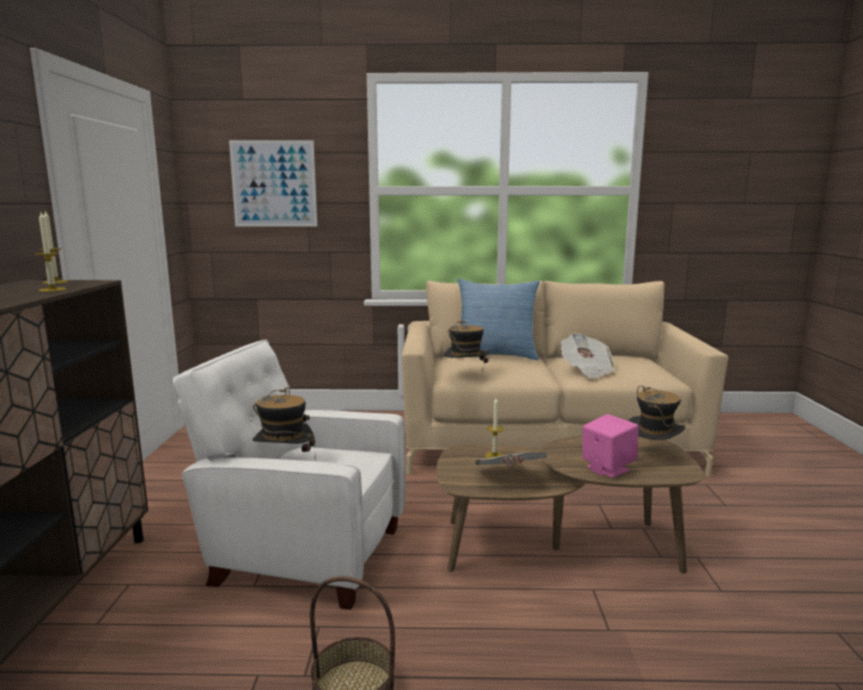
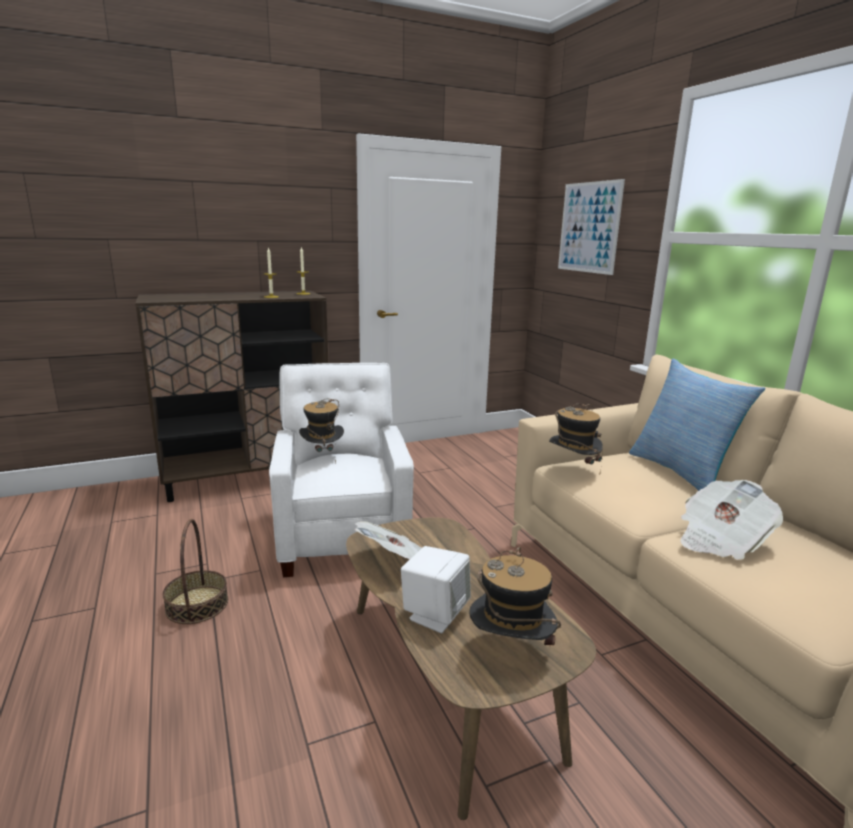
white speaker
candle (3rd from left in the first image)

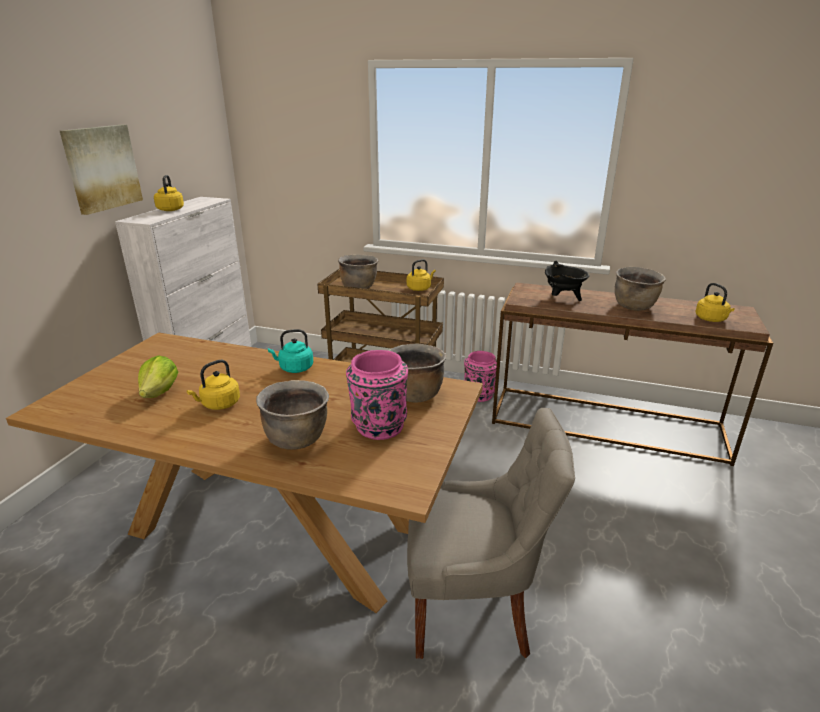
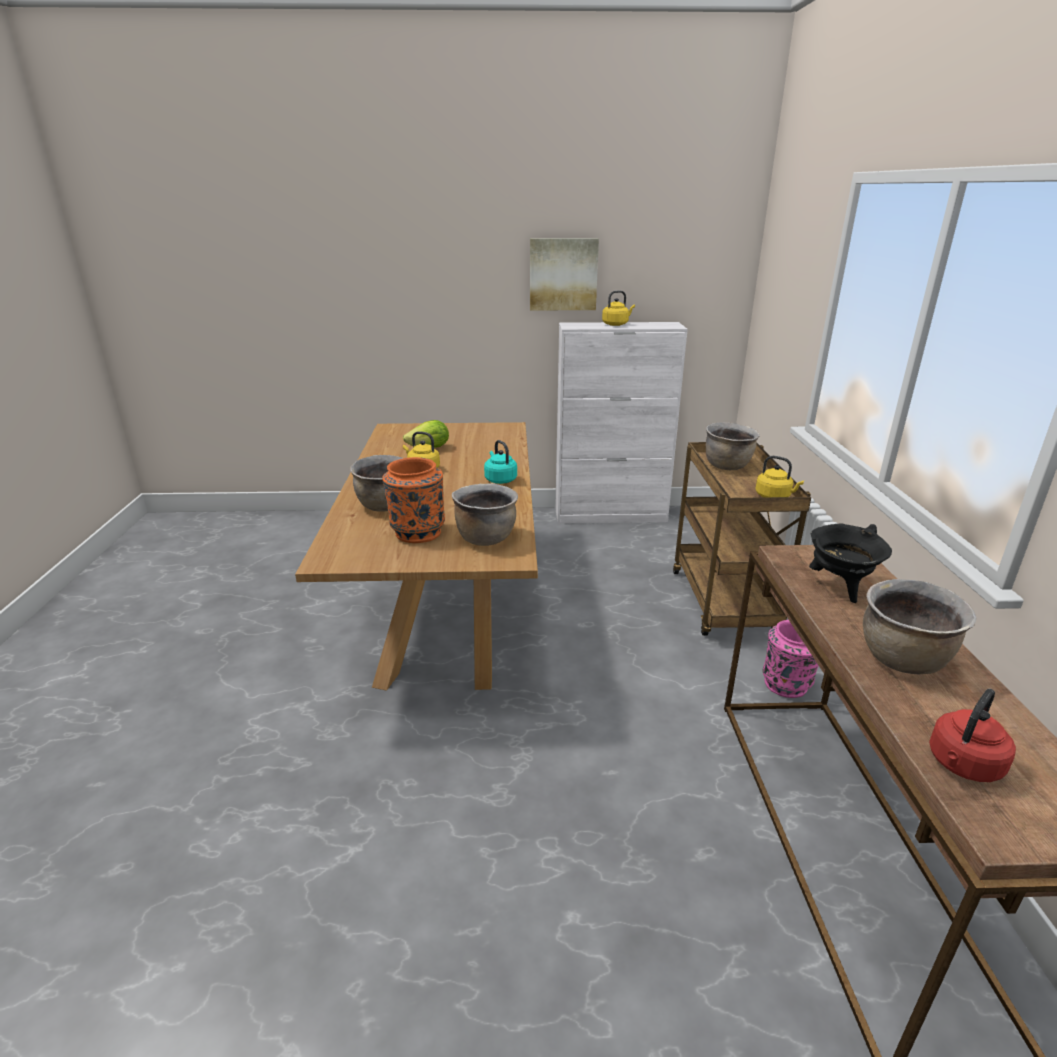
orange vase
red kettle
grey chair

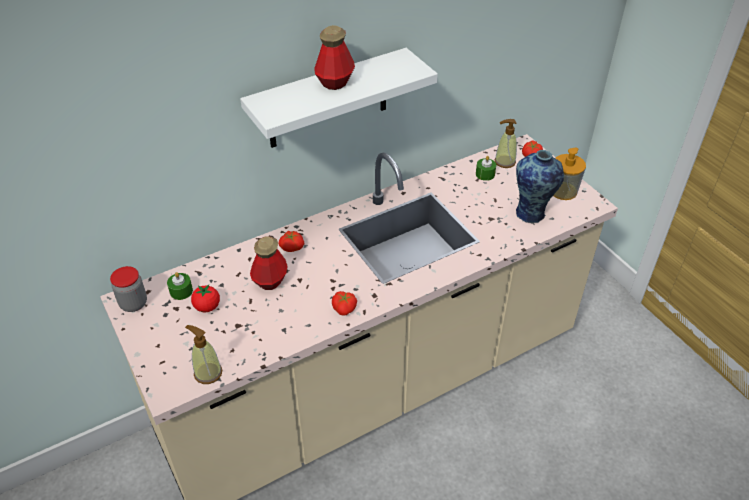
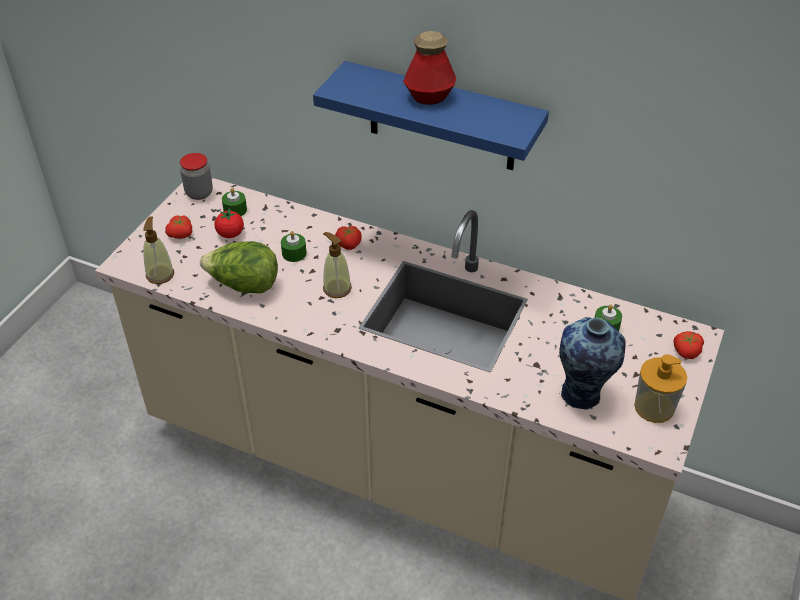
tomato (1st from left)
lettuce
green candle (2nd from left)
blue shelf
soap dispenser (2nd from left)

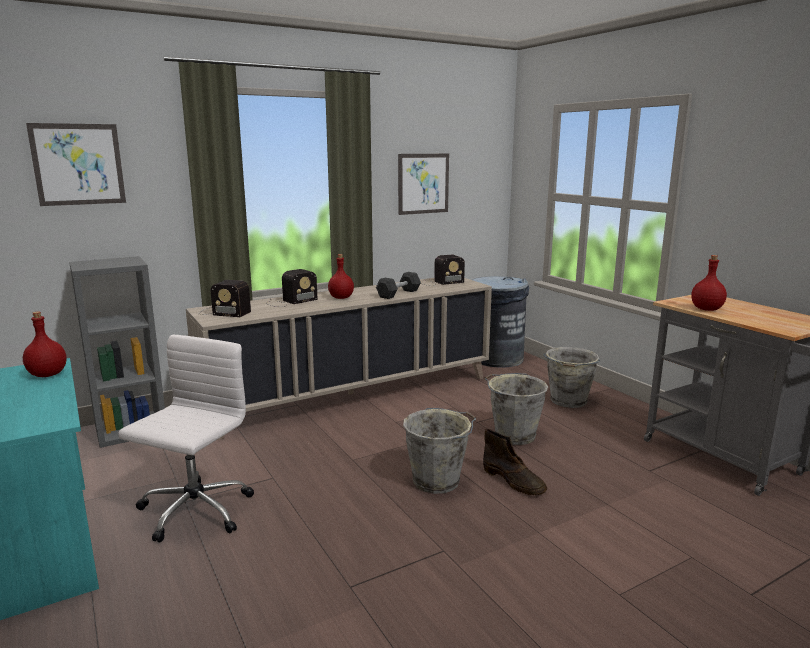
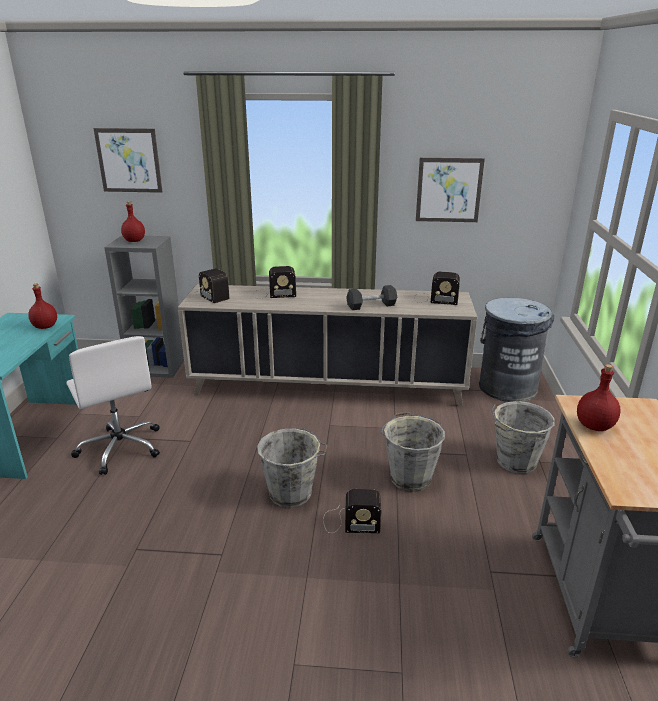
white office chair
red bottle (2nd from left)
radio (3rd from left)

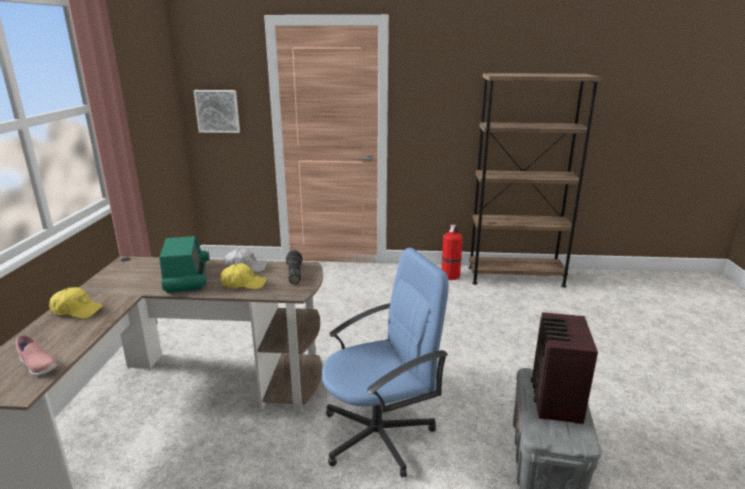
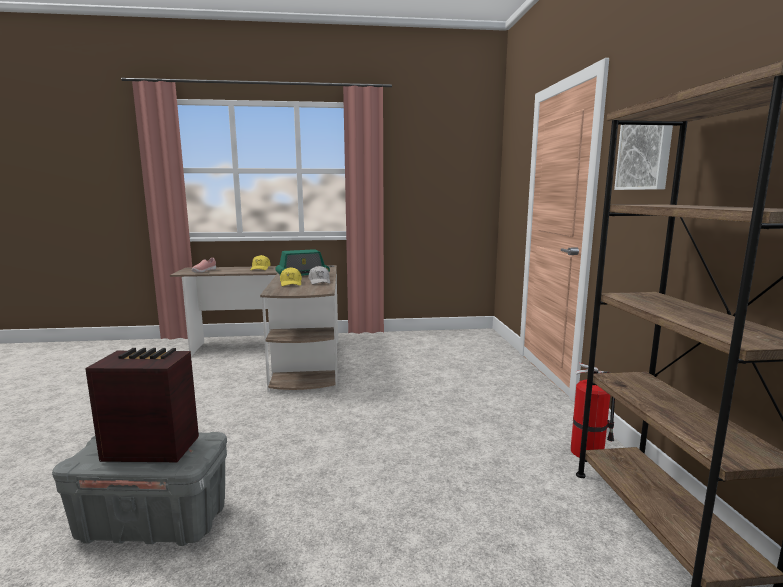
picture
flashlight
blue office chair

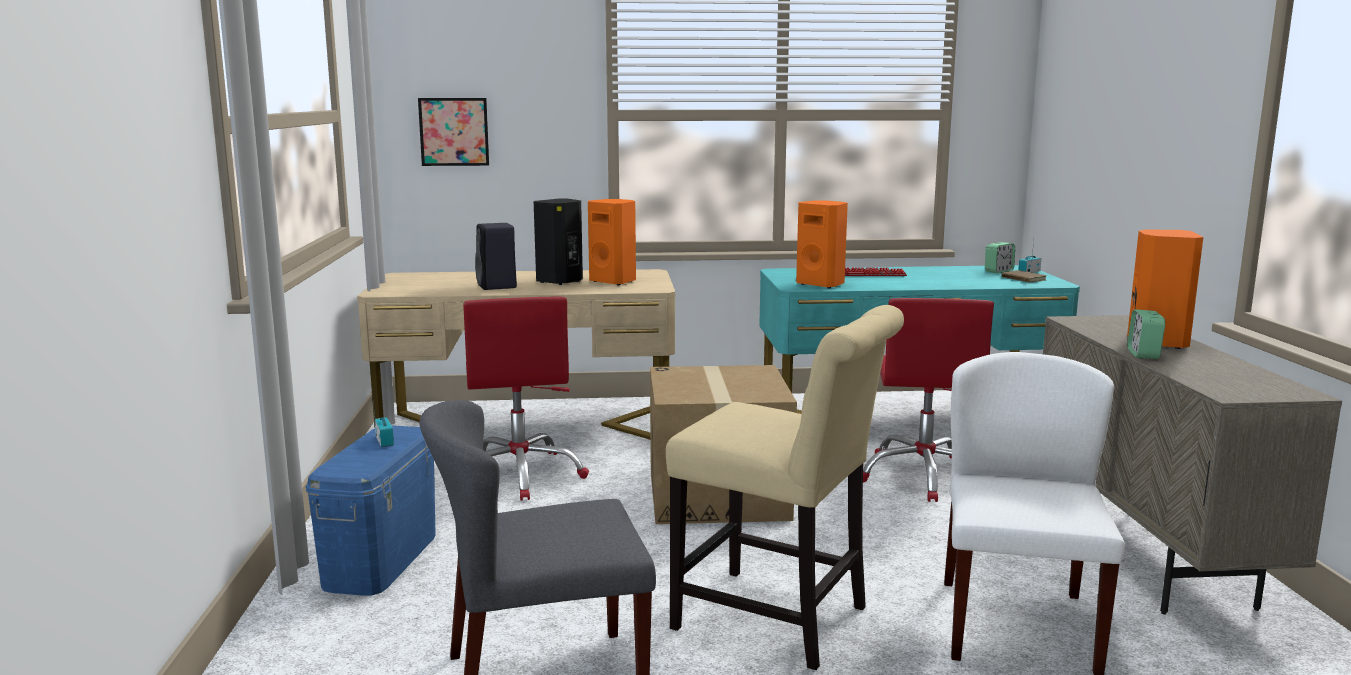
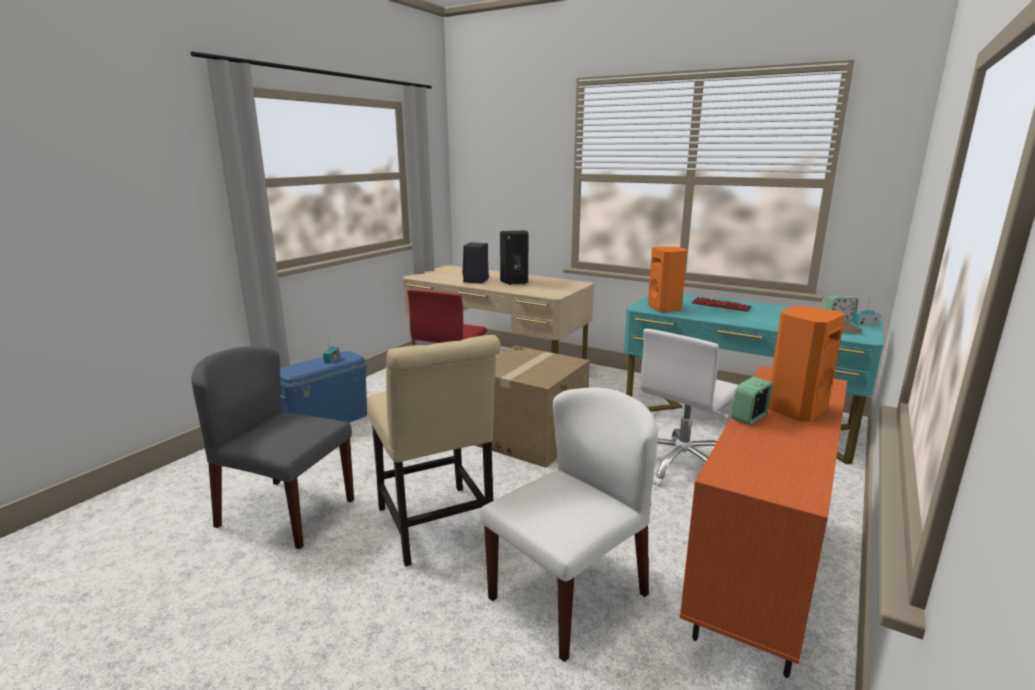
white office chair
orange cabinet
picture
orange speaker (1st from left in the first image)

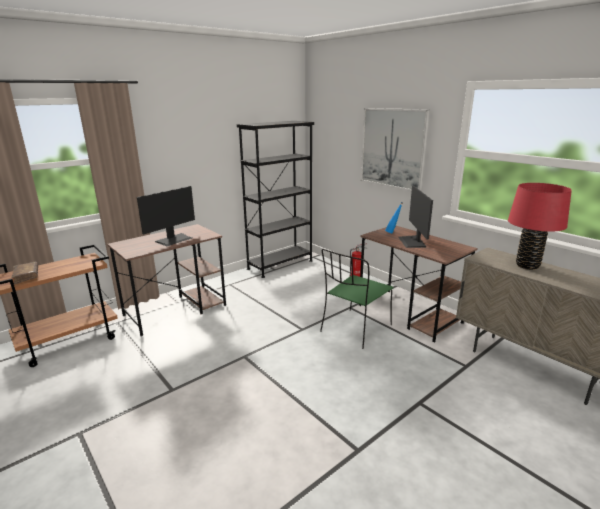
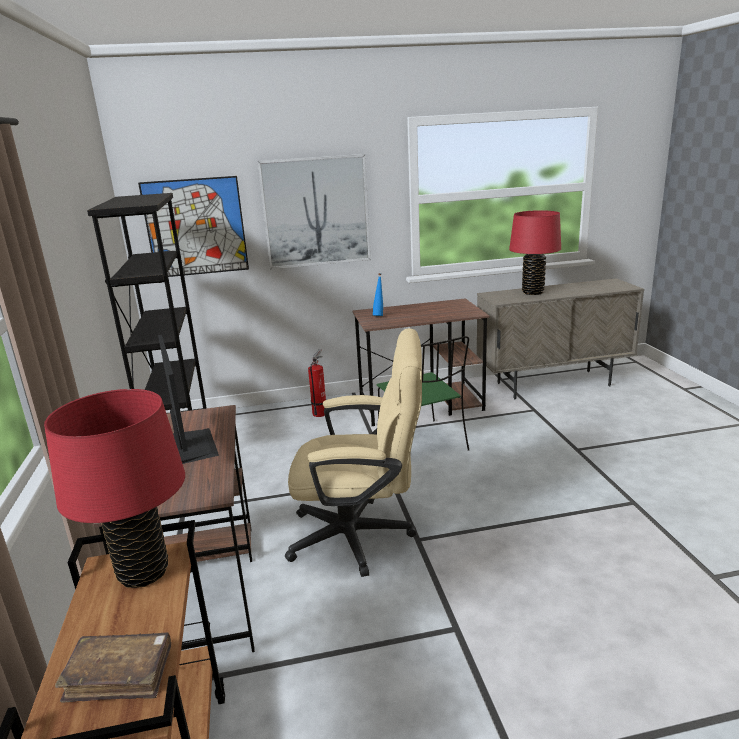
red table lamp (1st from left)
picture (1st from left)
beige office chair
monitor (2nd from left in the first image)

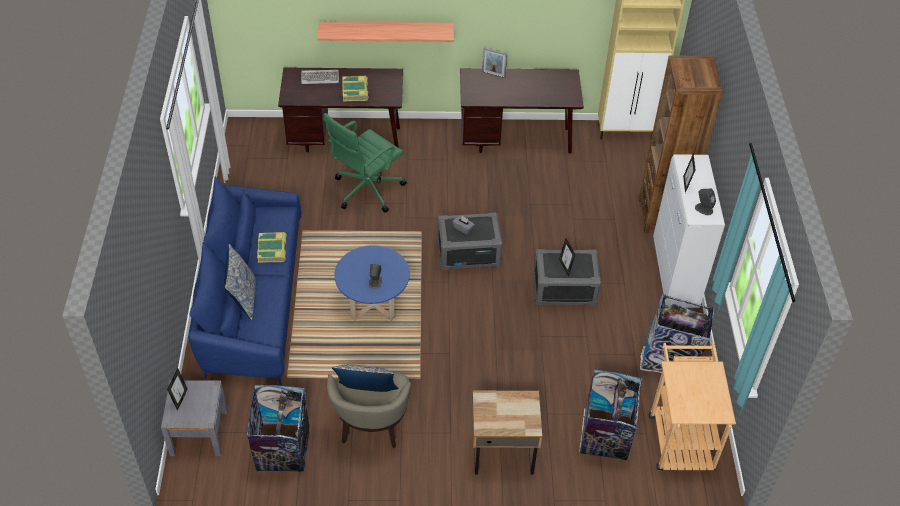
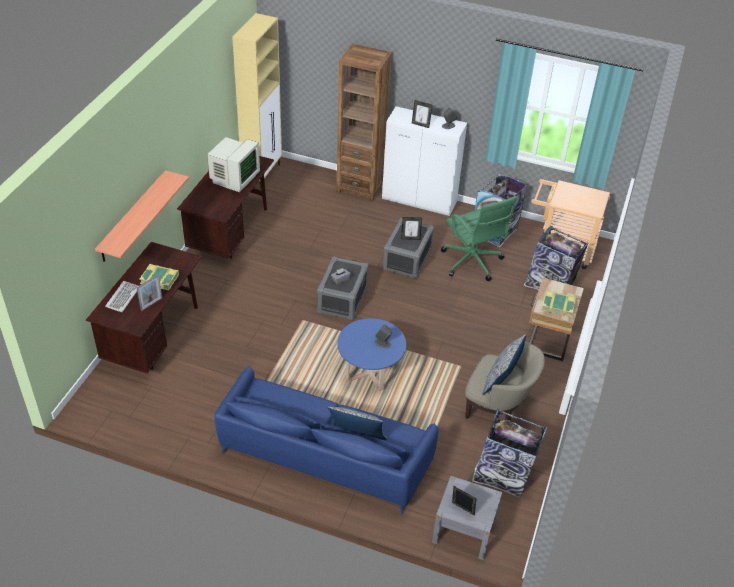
picture frame (1st from left)
monitor
green office chair
book (2nd from left)

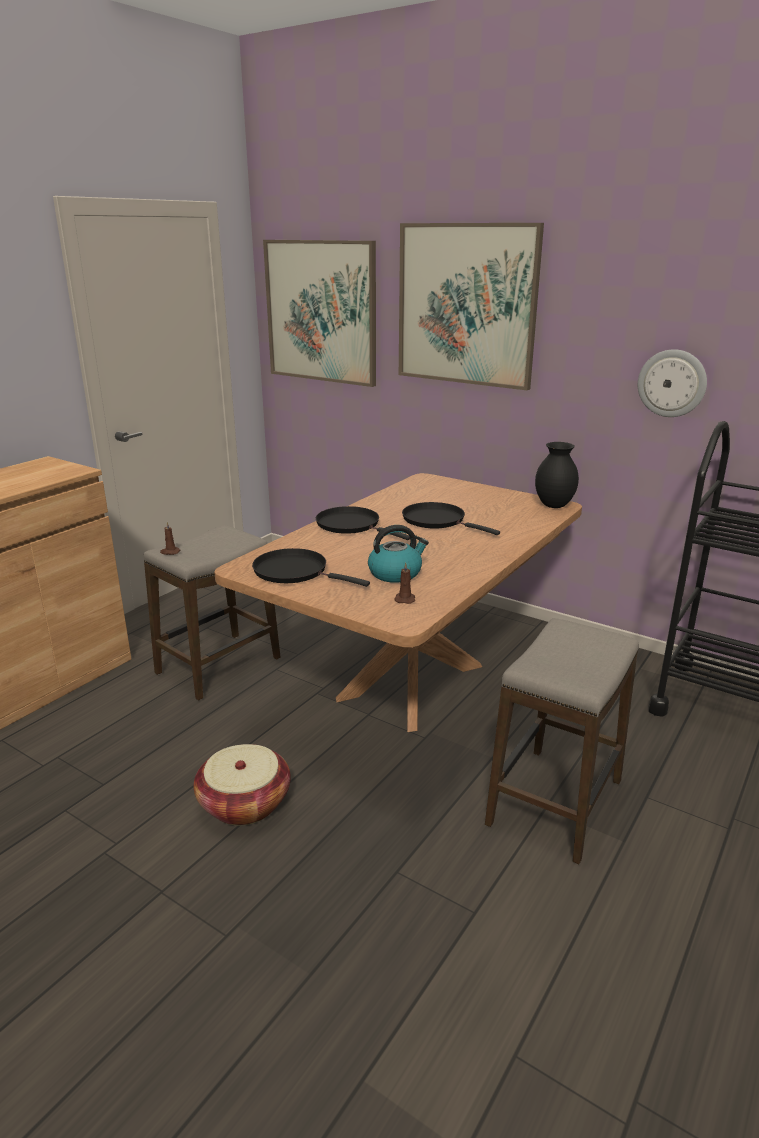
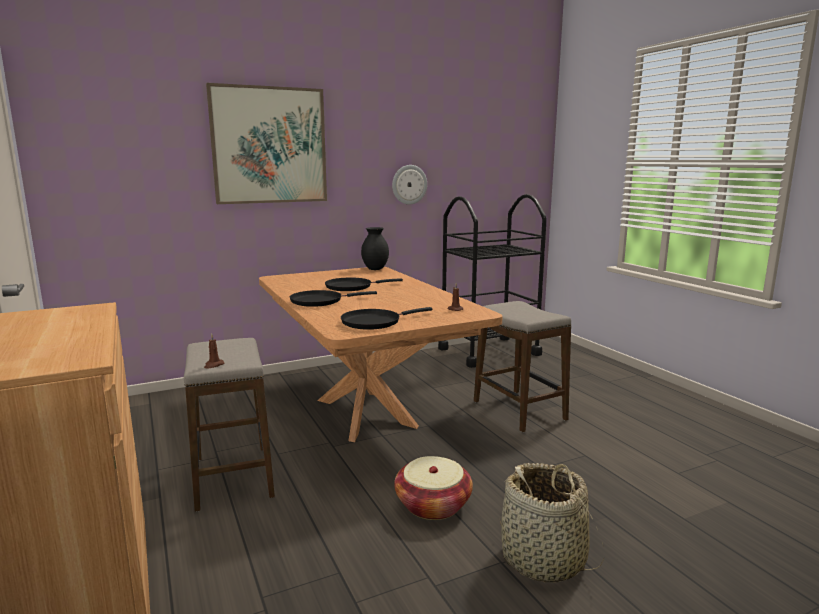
basket (2nd from left)
picture (1st from left in the first image)
kettle

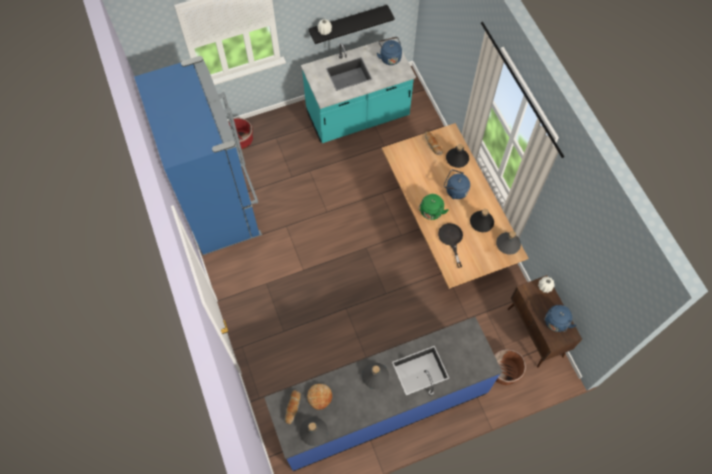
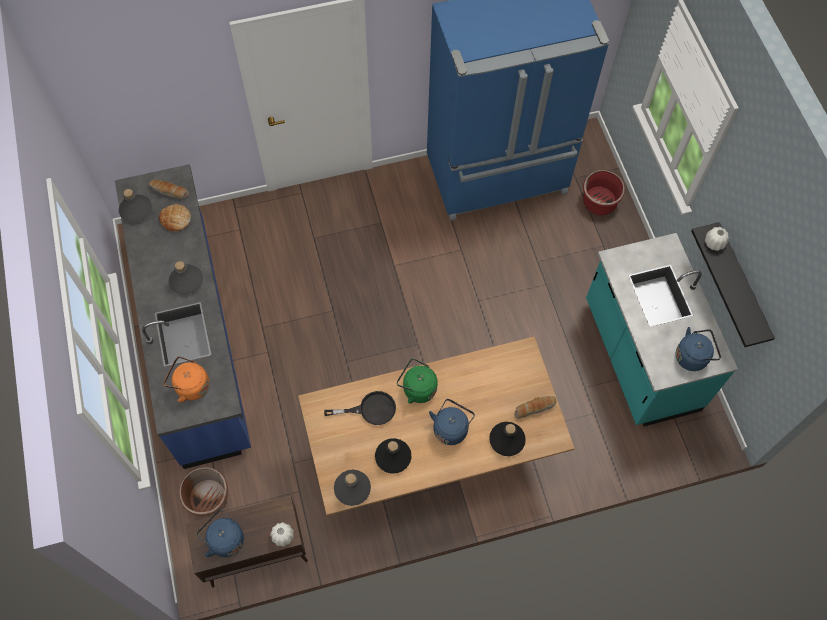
orange kettle

